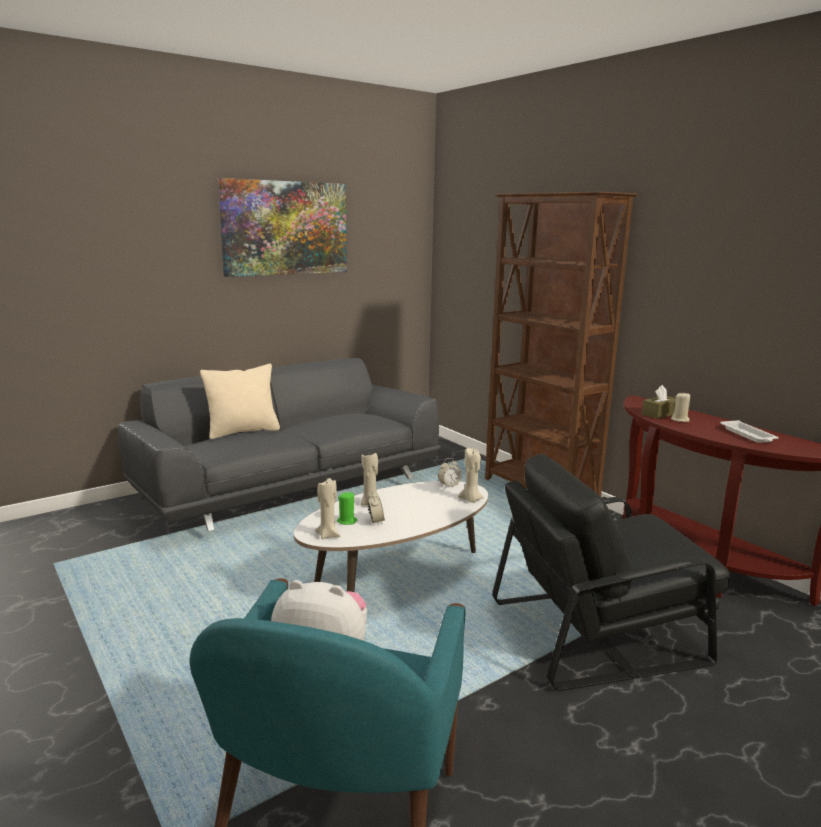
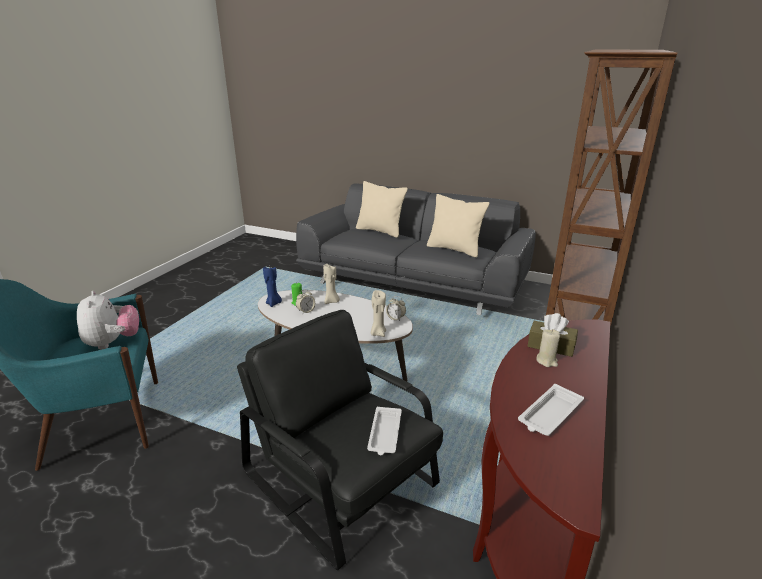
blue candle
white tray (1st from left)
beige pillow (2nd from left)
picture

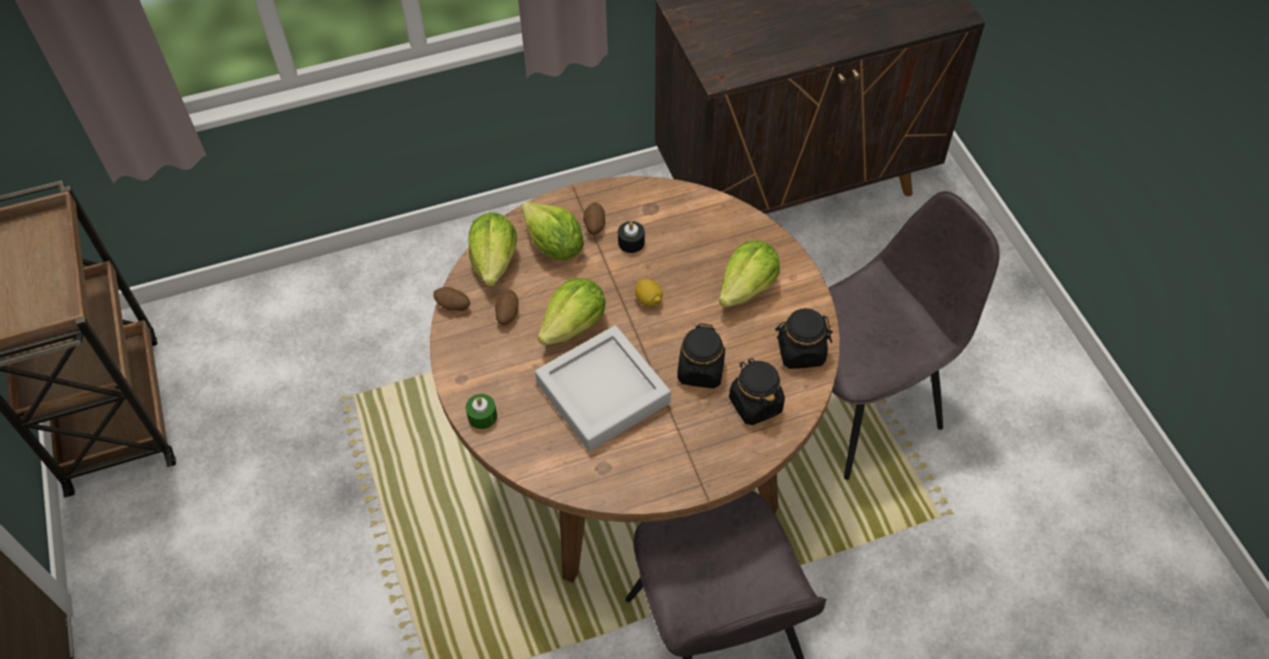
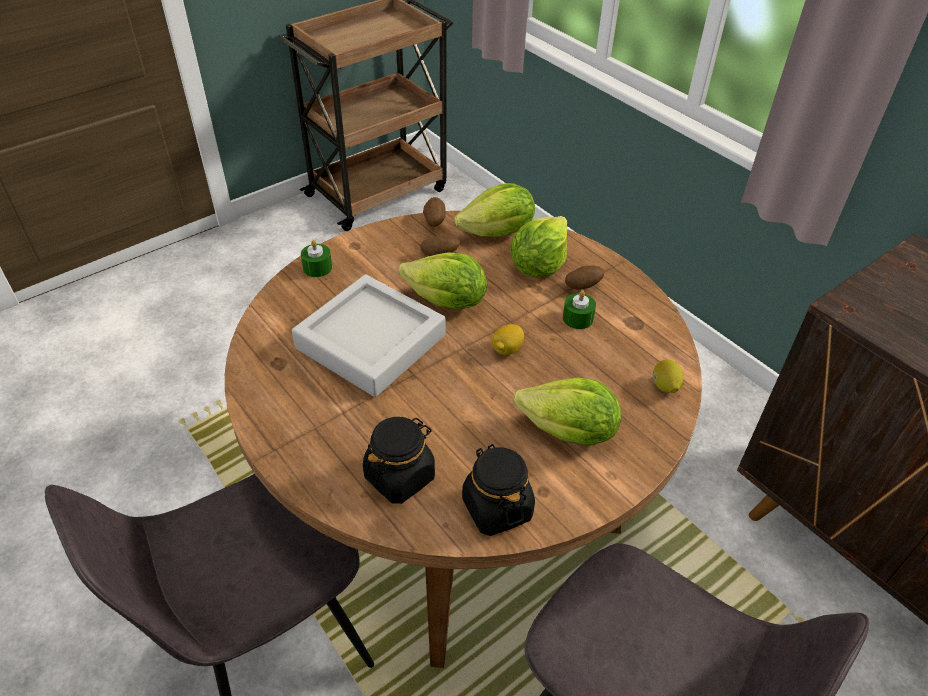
green candle (2nd from left)
lemon (2nd from left)
black jar (1st from left in the first image)

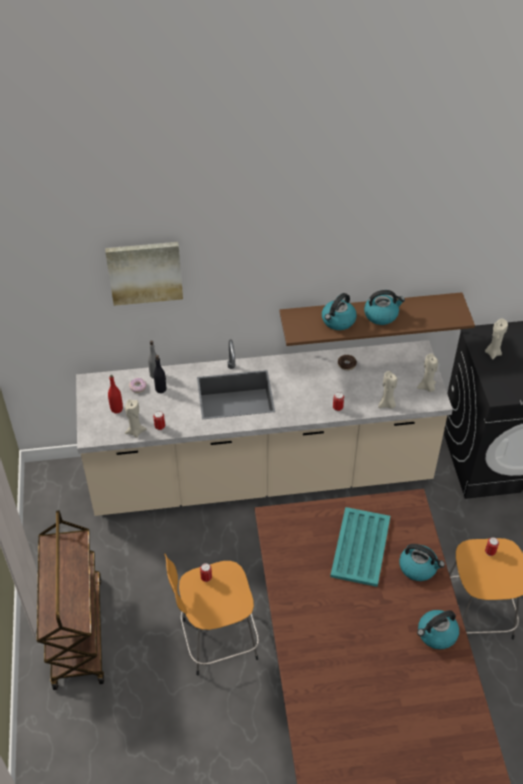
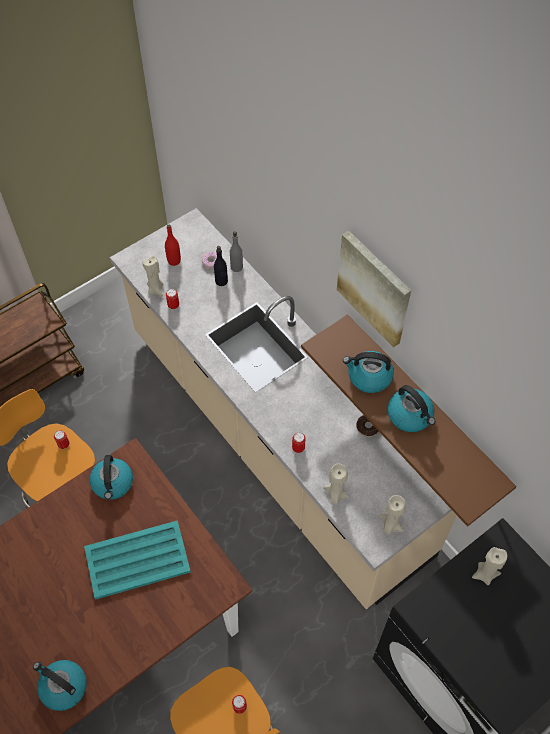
kettle (2nd from left)
picture

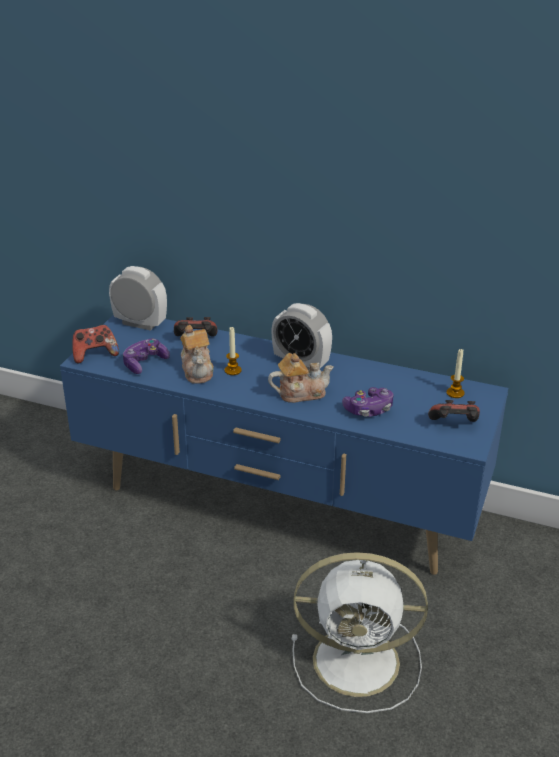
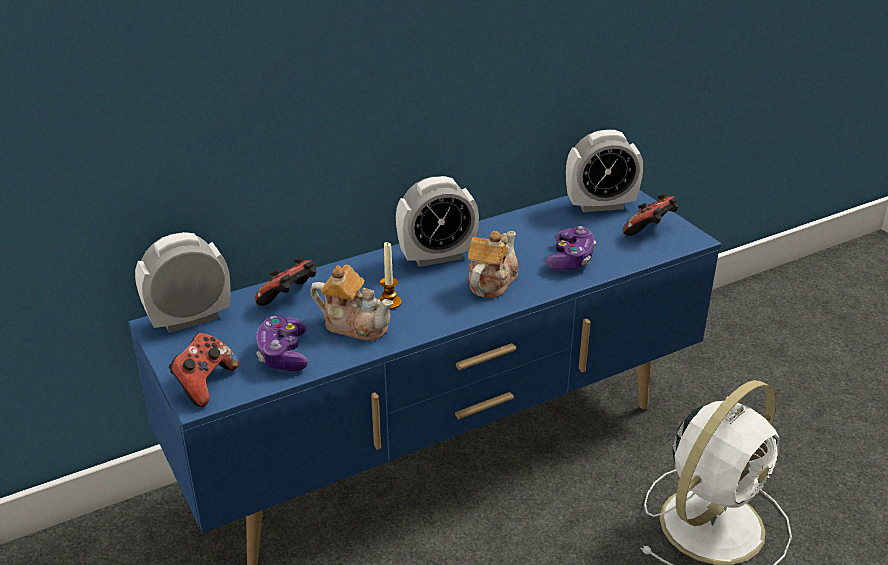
alarm clock (3rd from left)

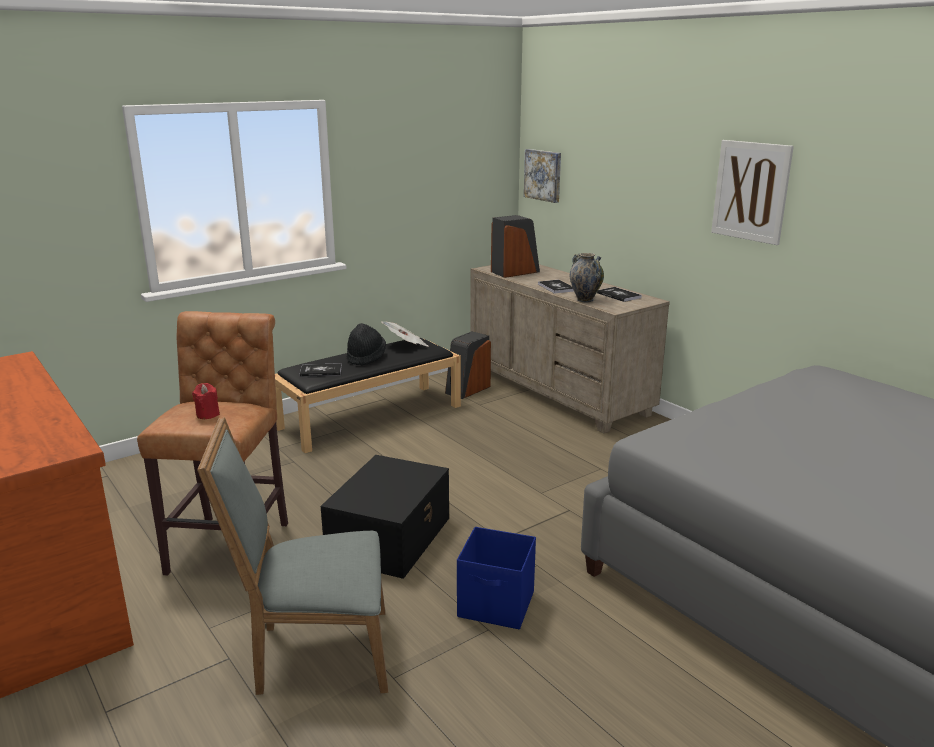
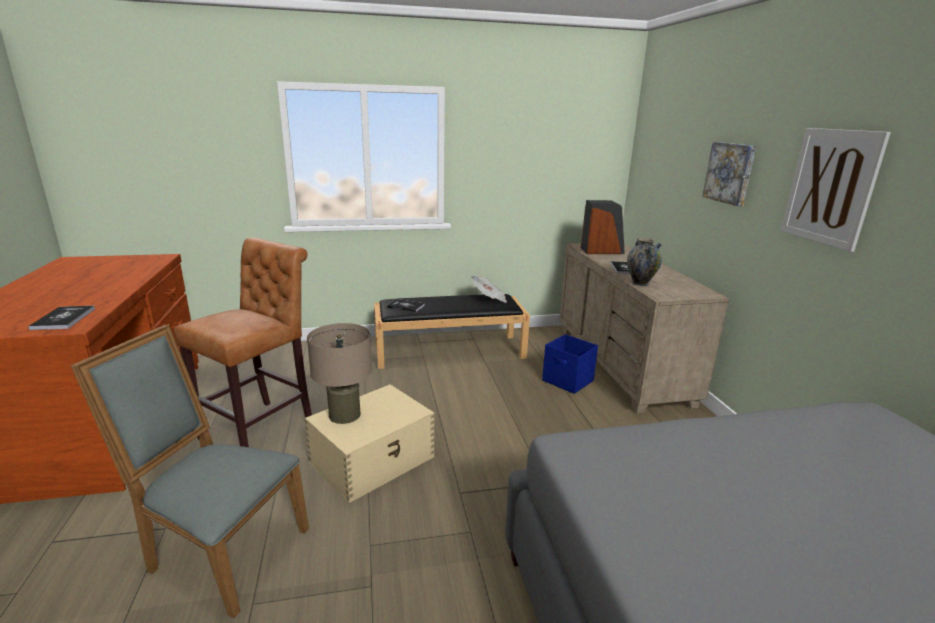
book (1st from left)
beige storage box
beige table lamp
blue storage box
picture (1st from left)
red candle
black hat
speaker (1st from left in the first image)

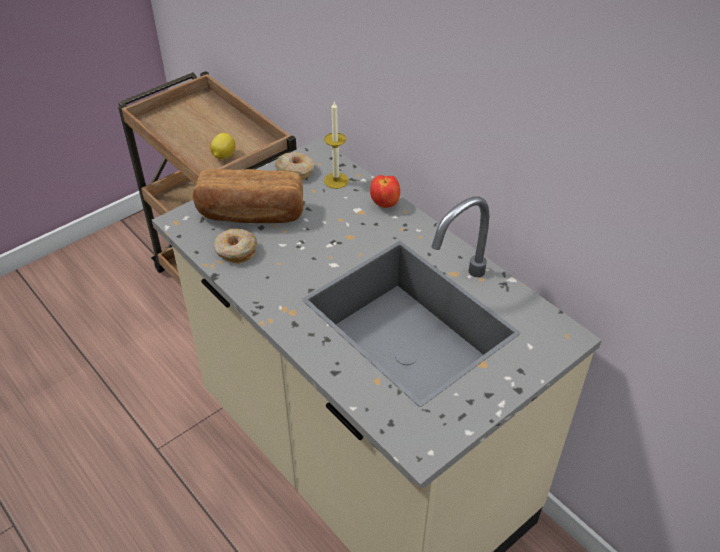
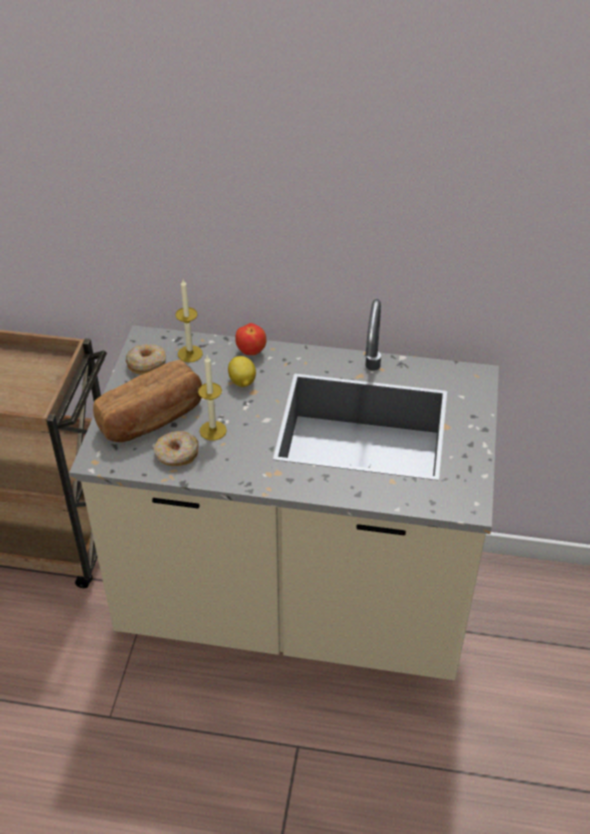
candle (2nd from left)
lemon

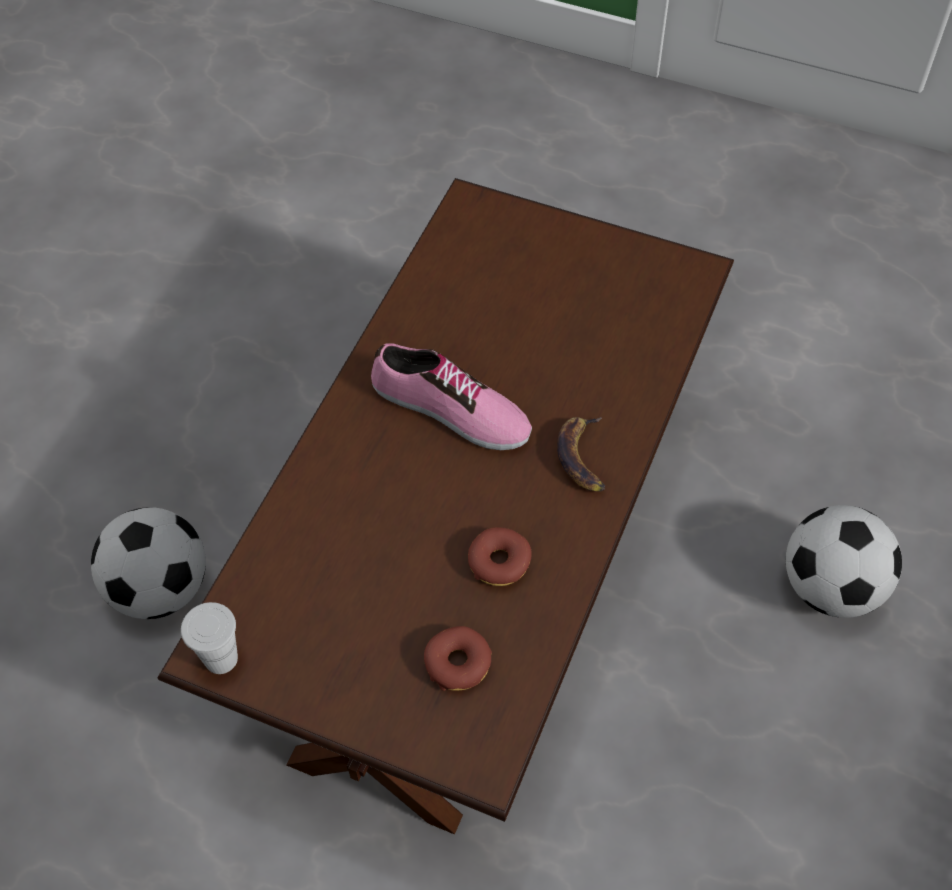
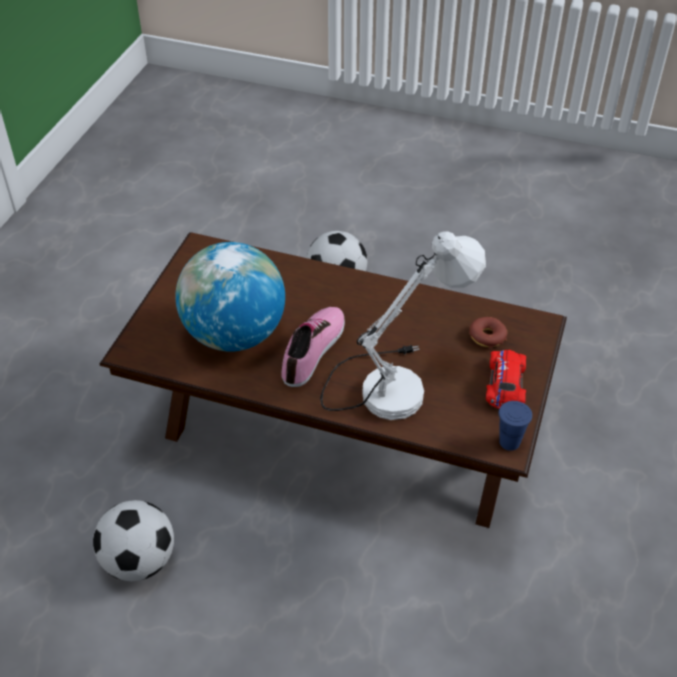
football (1st from left)
globe
white table lamp
red toy car
blue cup
donut (2nd from left in the first image)
banana

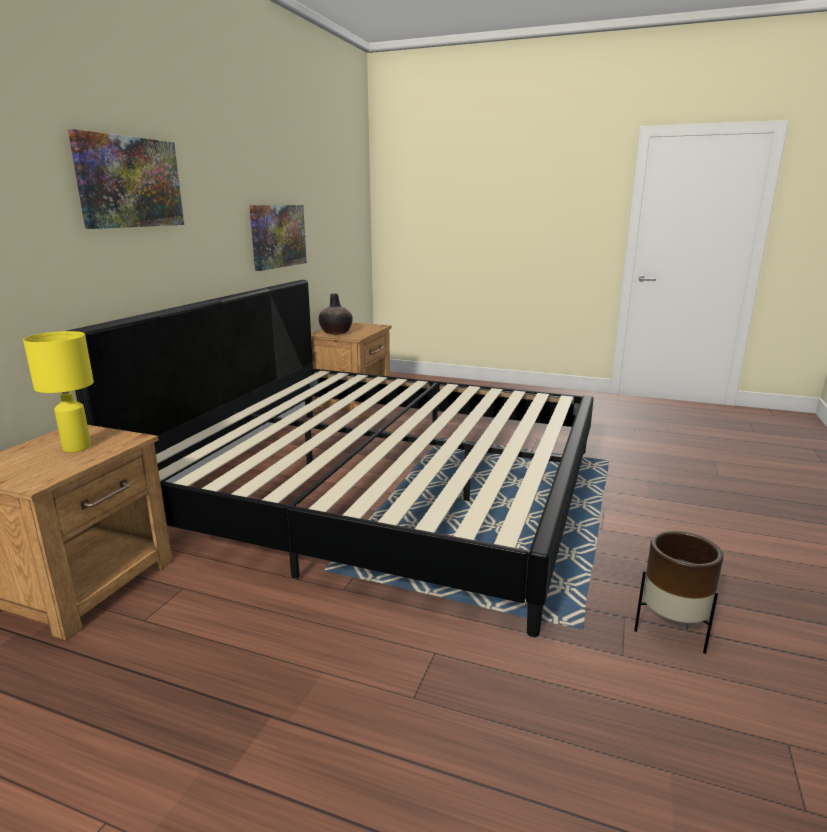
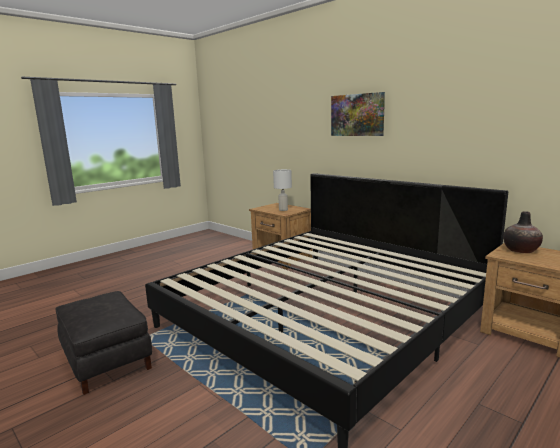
black ottoman
white table lamp
picture (2nd from left in the first image)

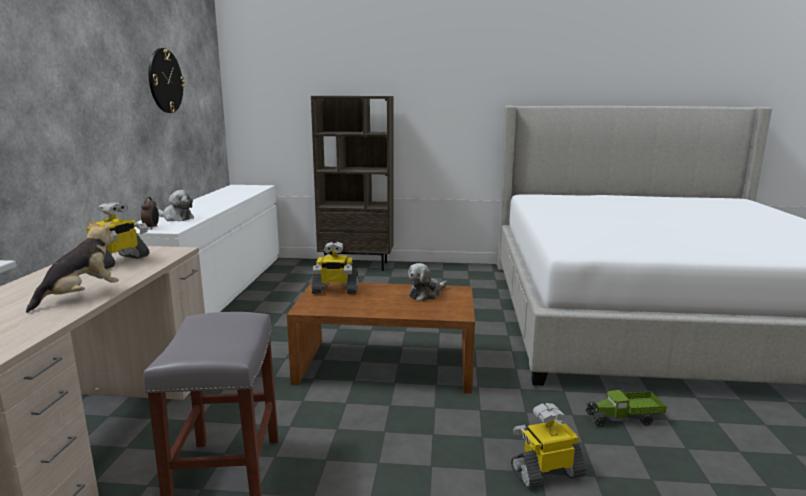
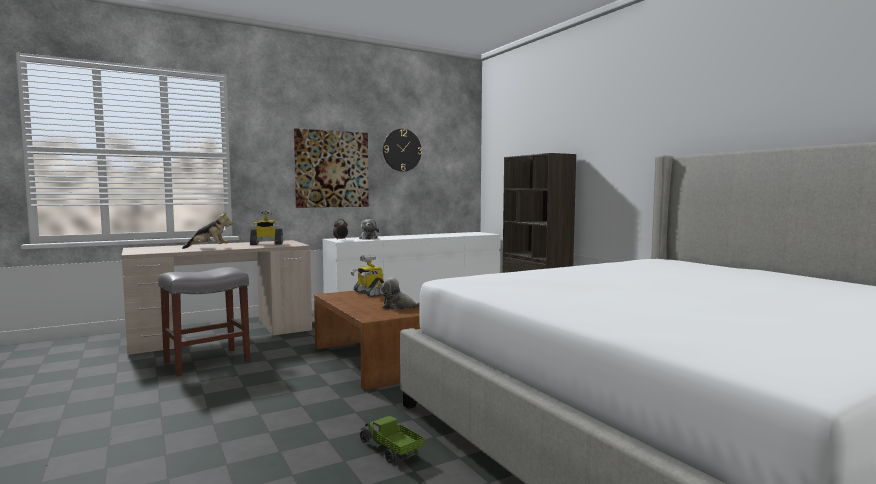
picture
toy robot (3rd from left in the first image)

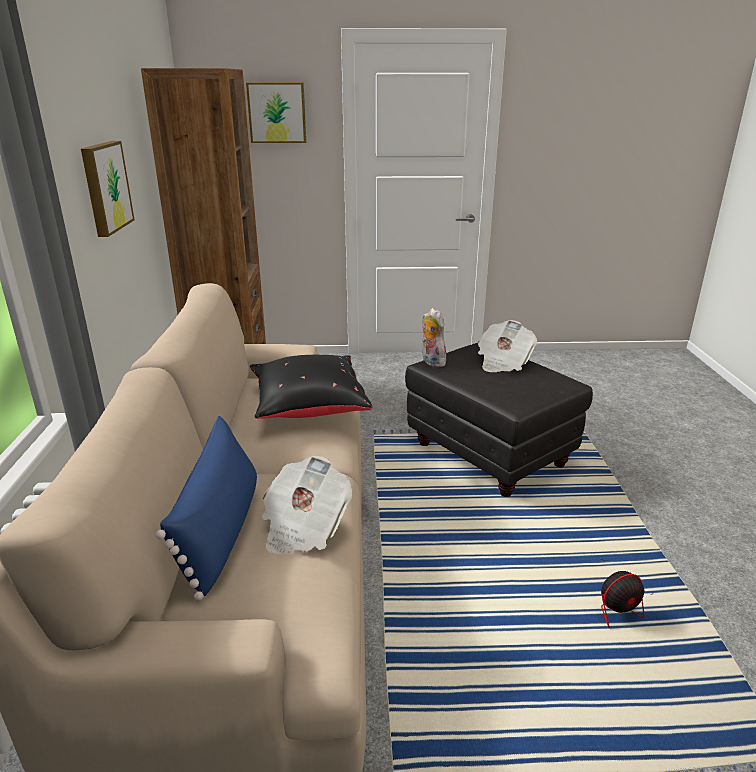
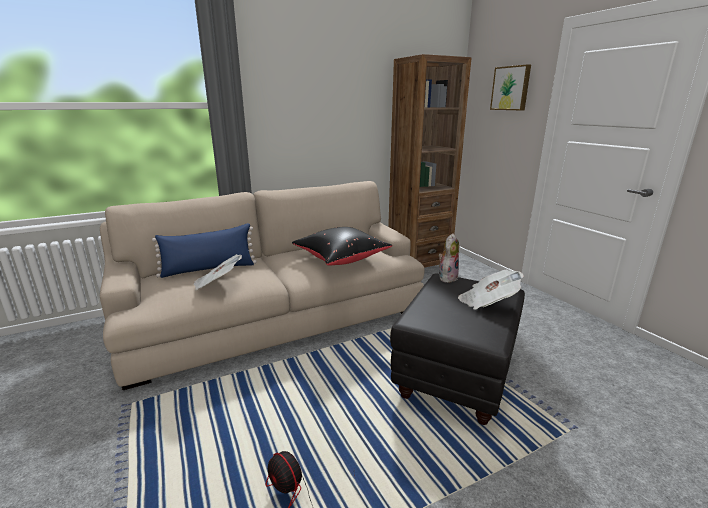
picture (1st from left in the first image)

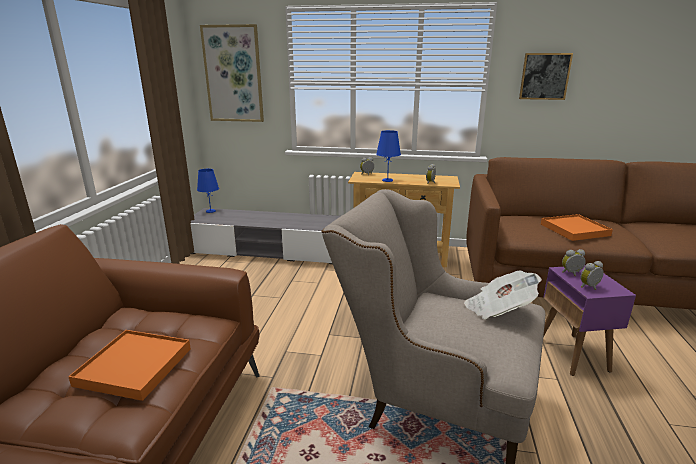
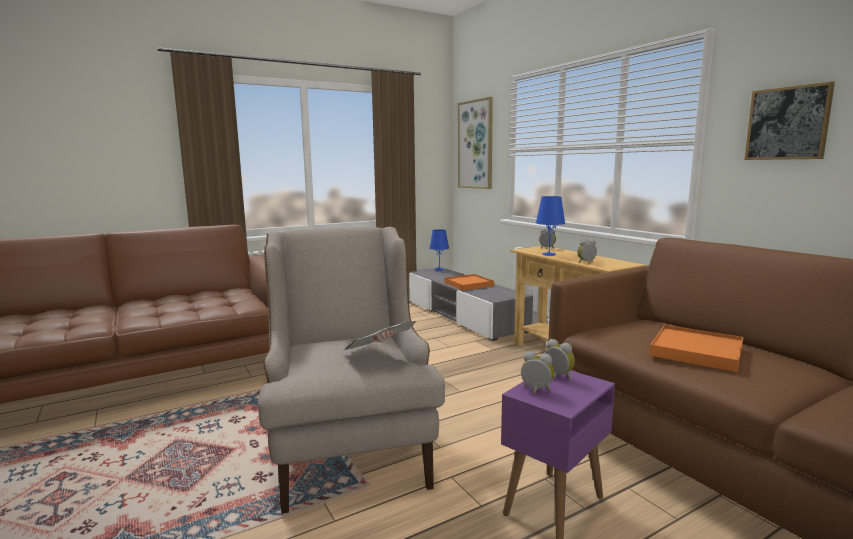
orange tray (1st from left)

